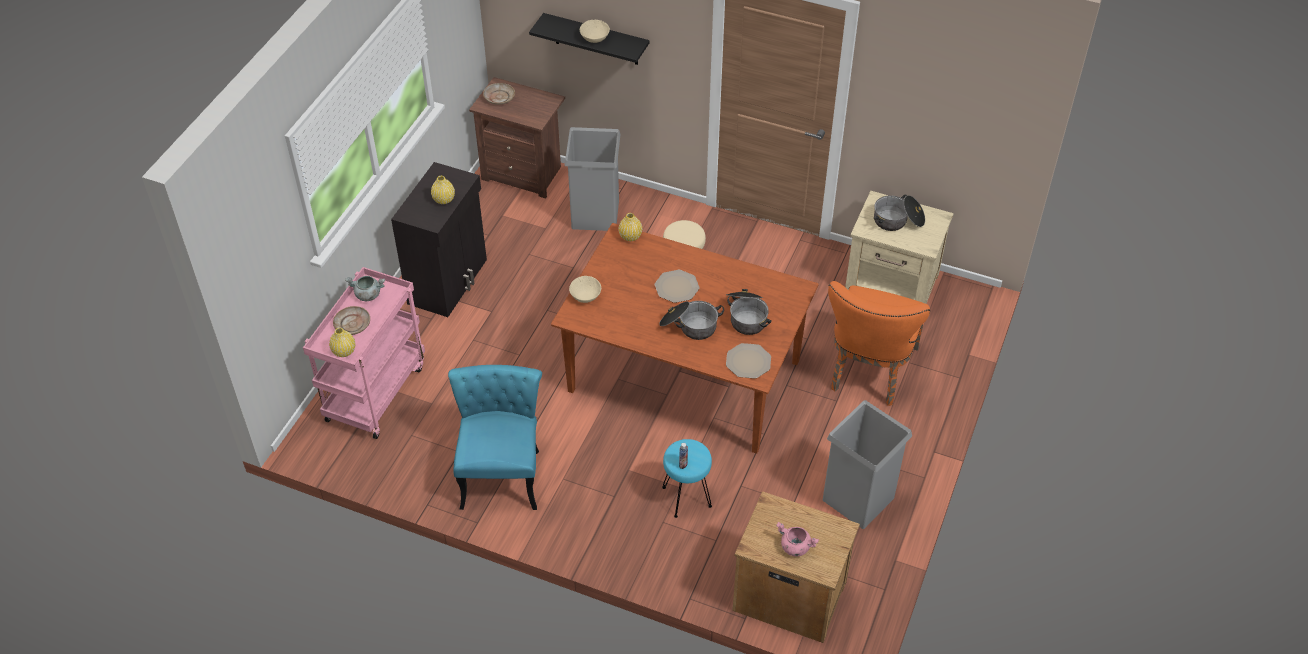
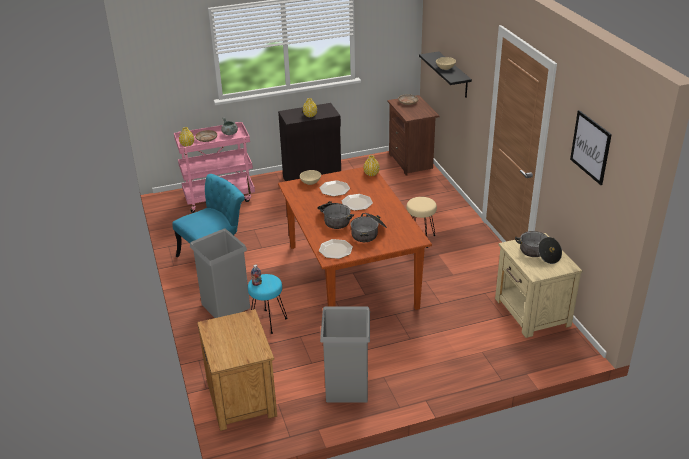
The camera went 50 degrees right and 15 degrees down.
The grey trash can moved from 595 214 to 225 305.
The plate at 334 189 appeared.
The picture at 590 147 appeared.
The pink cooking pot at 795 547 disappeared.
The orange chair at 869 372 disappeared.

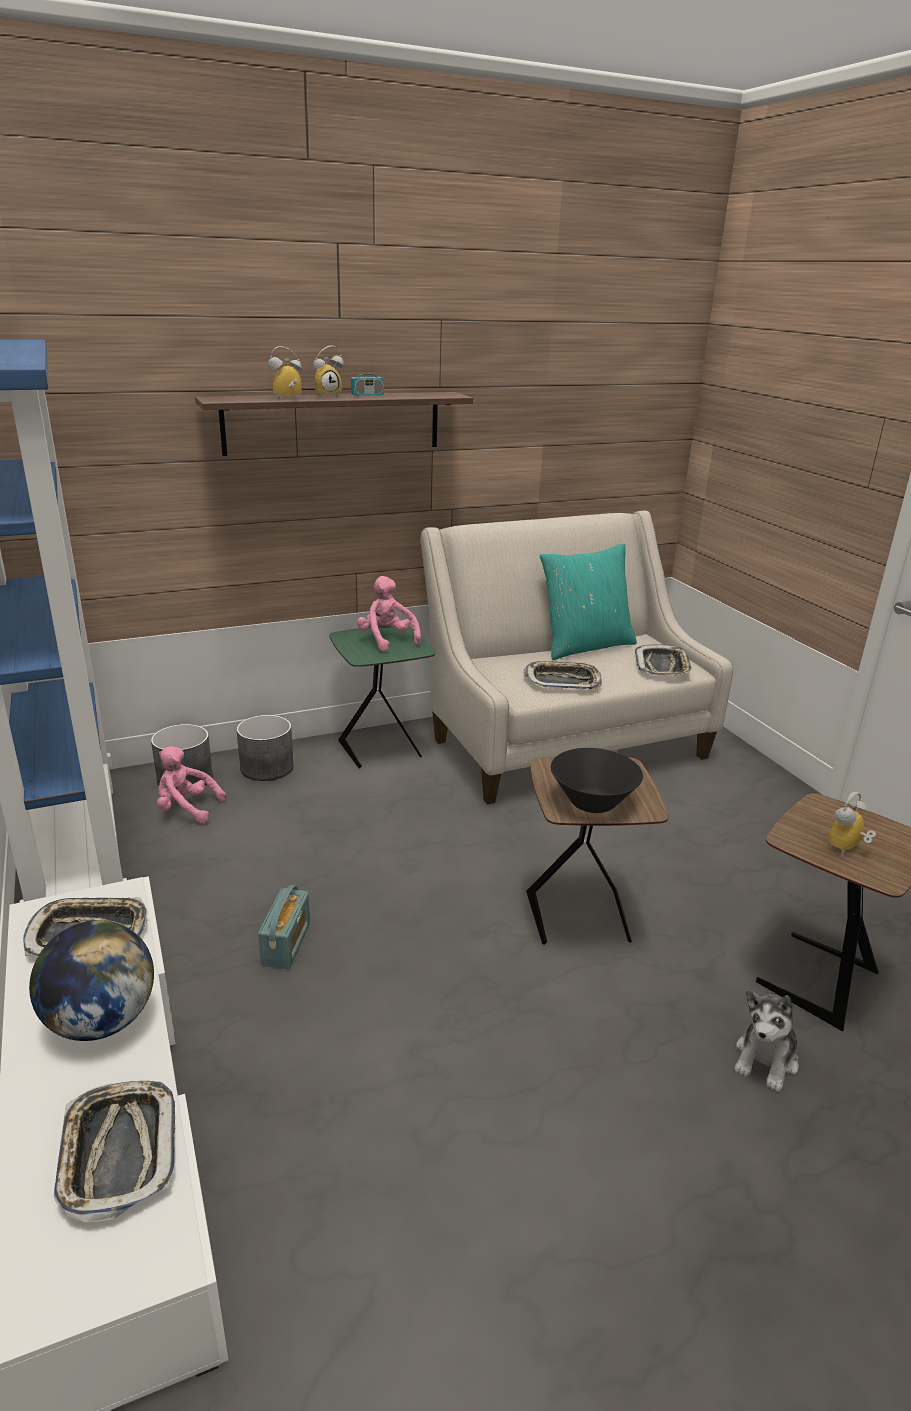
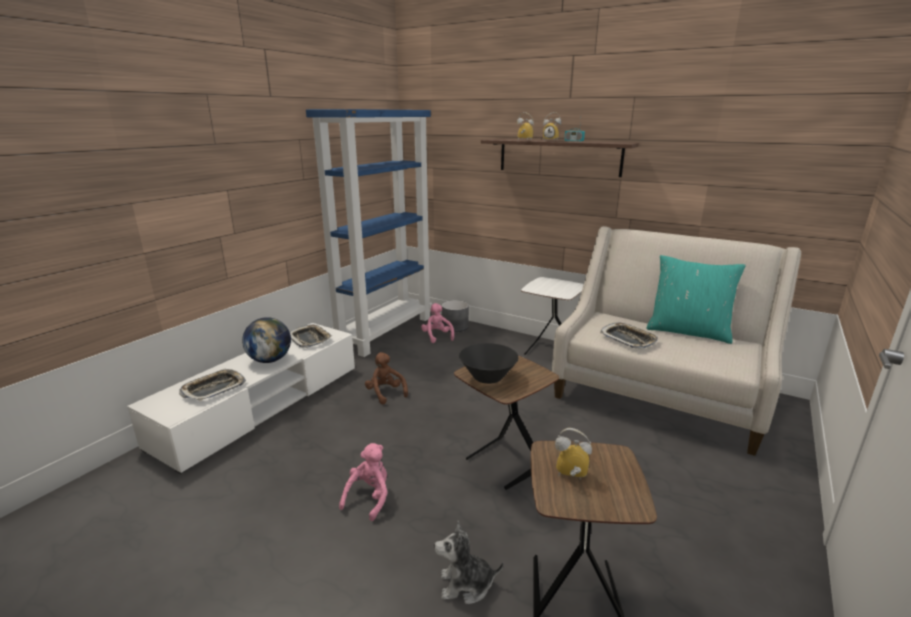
The camera went 55 degrees right and 5 degrees down.
The pink plush toy moved from 387 640 to 369 497.
The radio at 286 944 was replaced by the brown plush toy at 385 393.
The green side table at 382 749 became the white side table at 549 353.
The grey planter at 267 768 disappeared.
The tray at 662 666 disappeared.

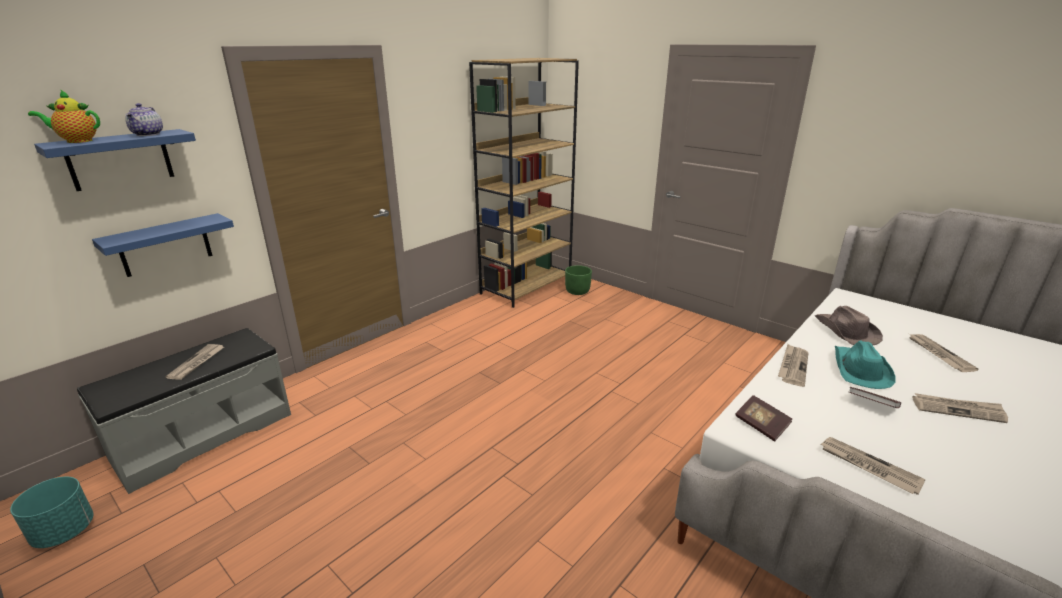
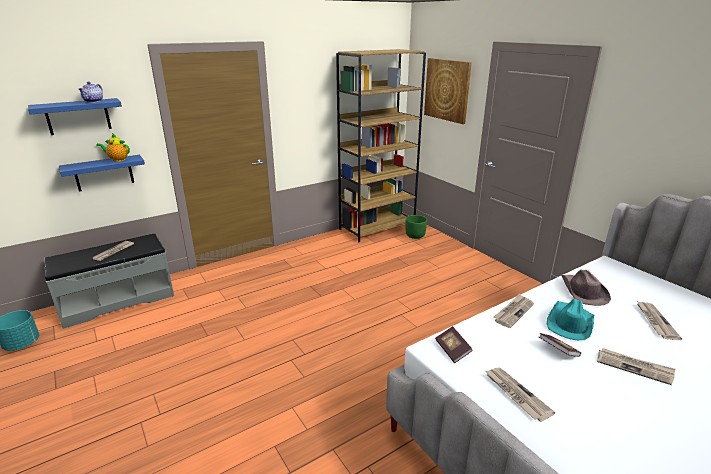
The camera went 15 degrees right and 0 degrees up.
The teapot moved from 76 141 to 117 160.
The picture at 447 90 appeared.

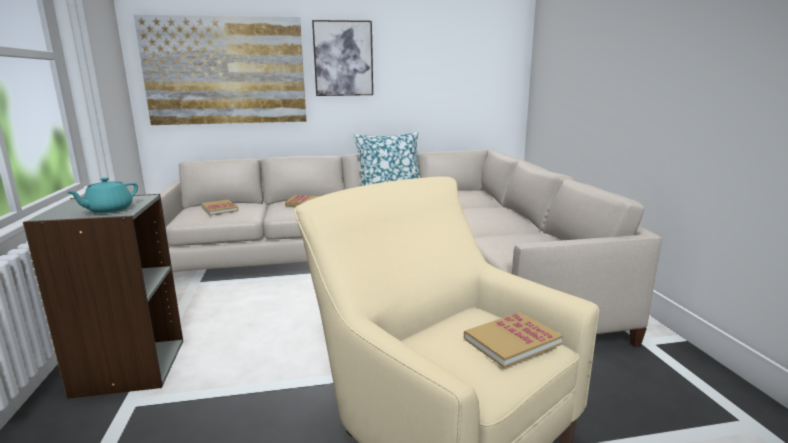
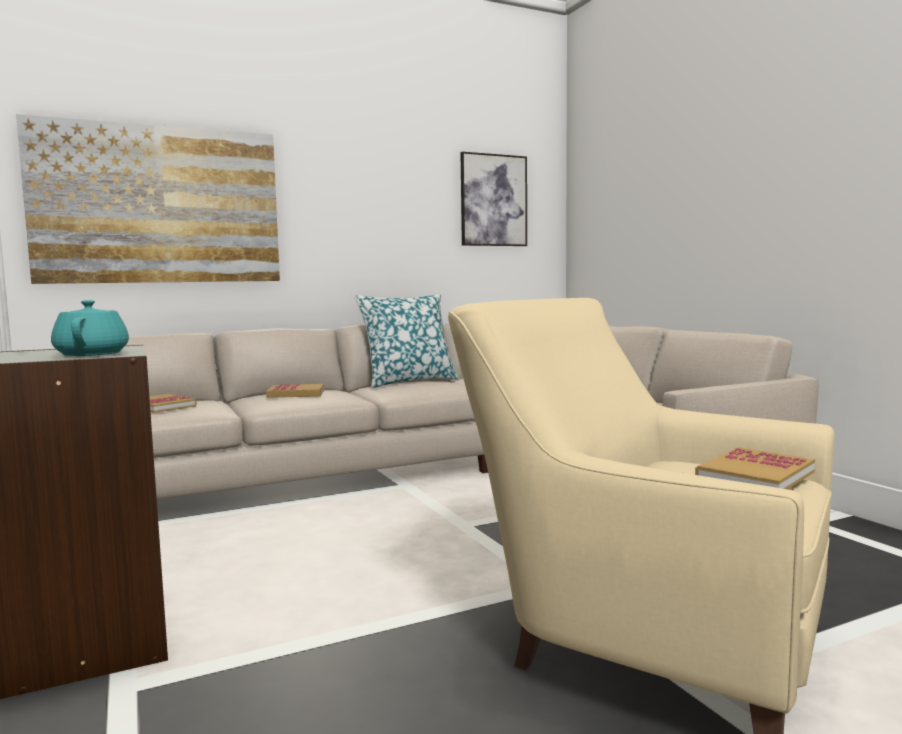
The camera went 15 degrees left and 10 degrees down.
The turquoise teapot at 108 210 turned 150 degrees clockwise.
The picture moved from 343 58 to 493 200.

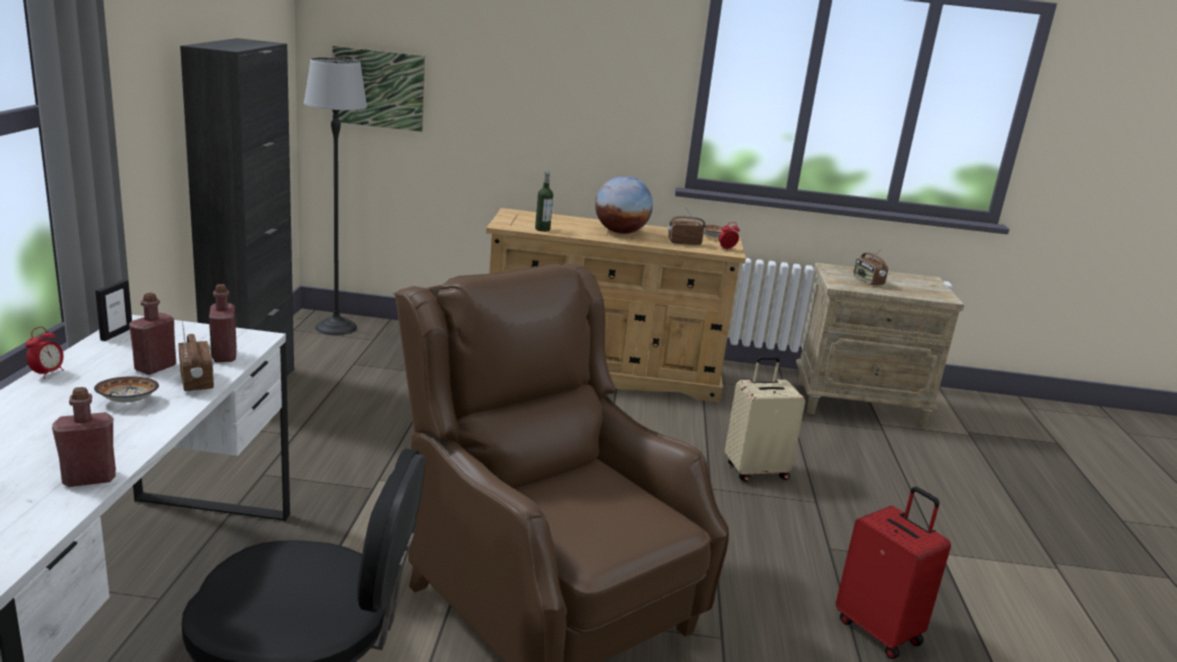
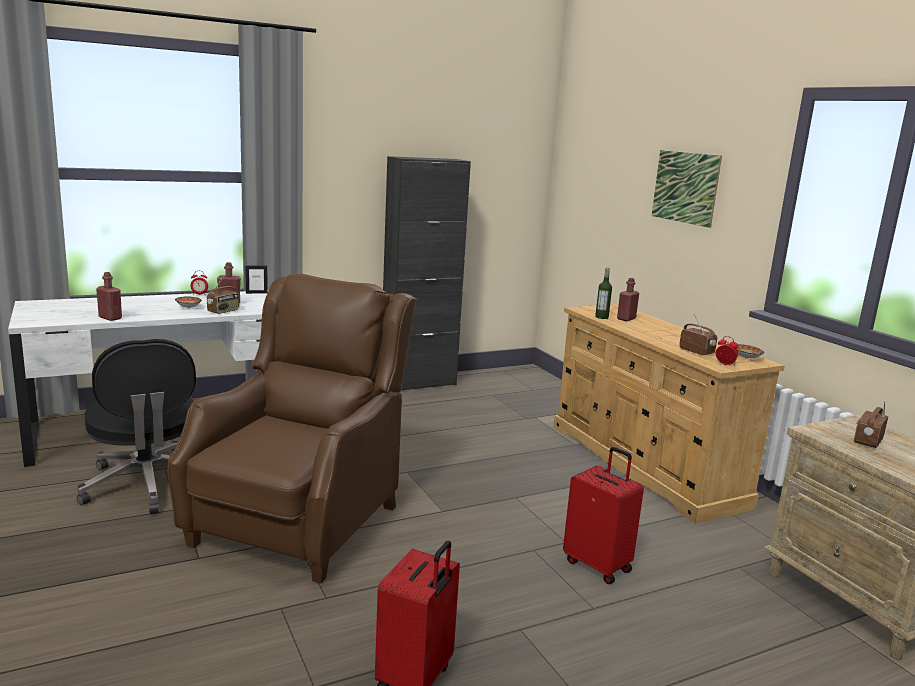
The camera went 60 degrees right and 5 degrees down.
The beige suitcase at 755 471 became the red suitcase at 598 565.
The red bottle moved from 224 355 to 626 319.
The picture moved from 378 89 to 685 187.
The floor lamp at 336 327 disappeared.
The globe at 620 232 disappeared.

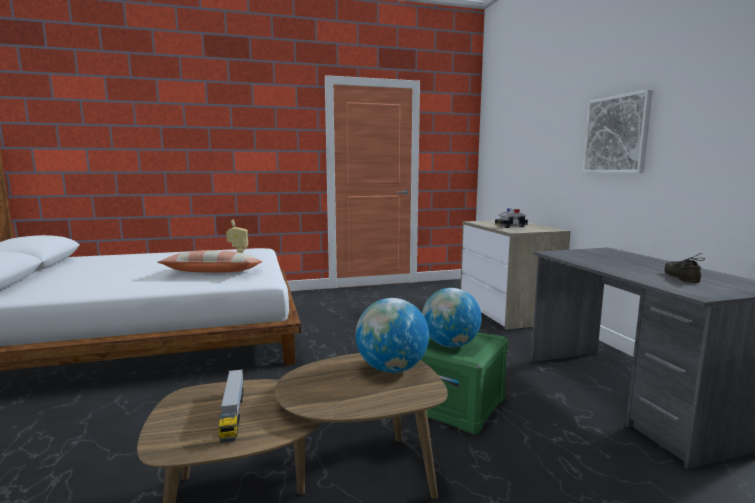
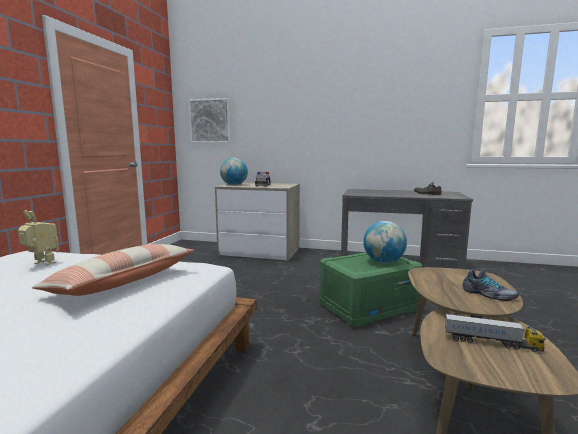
The camera went 60 degrees left and 0 degrees up.
The picture moved from 616 134 to 210 121.
The globe moved from 391 369 to 234 185.
The shoe at 488 295 appeared.

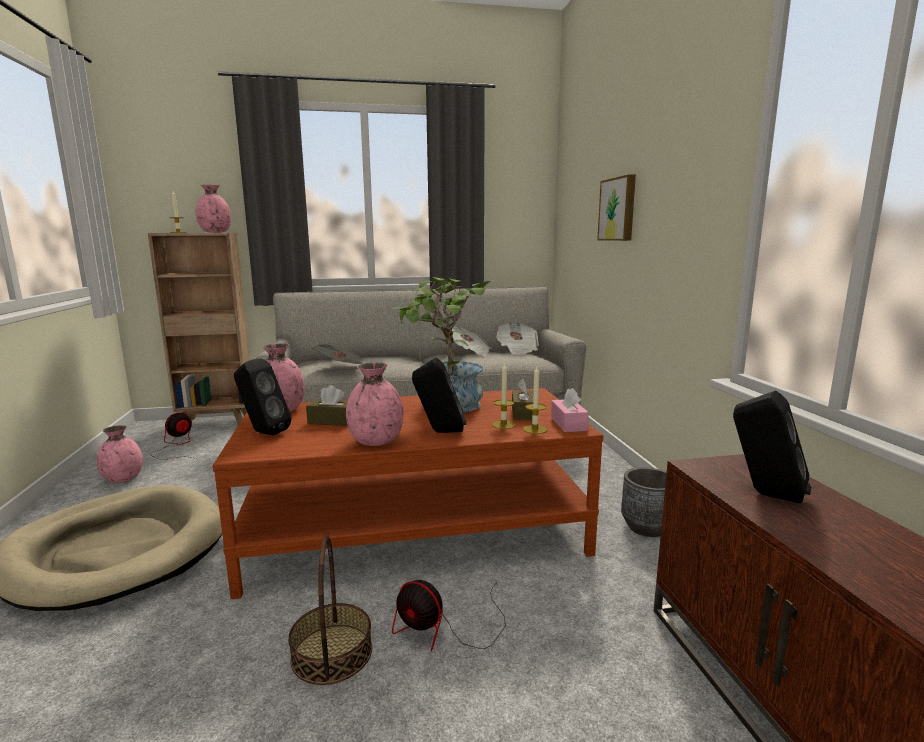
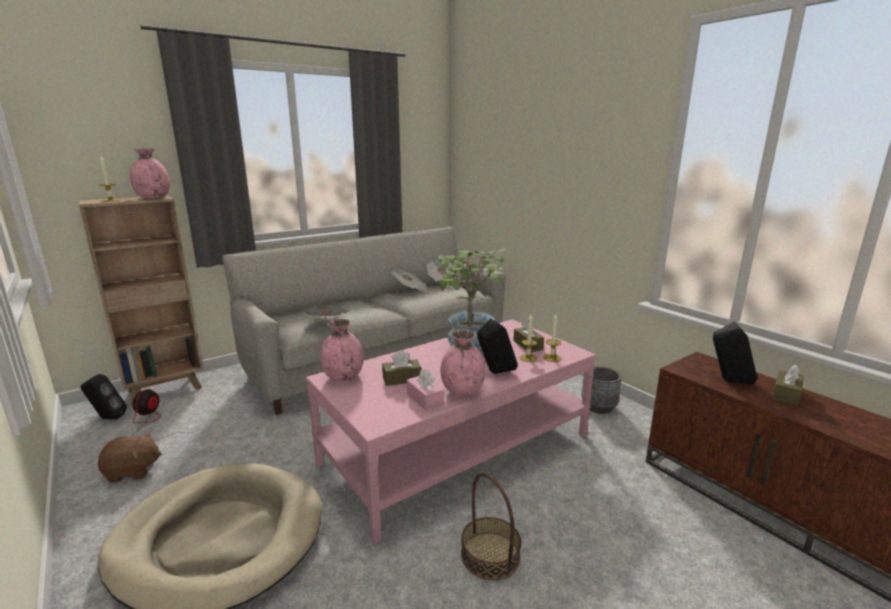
The camera went 25 degrees left and 5 degrees up.
The black speaker moved from 263 433 to 107 418.
The pink vase at 123 479 was replaced by the brown plush toy at 132 471.
The brown coffee table at 416 530 became the pink coffee table at 458 448.
The pink tissue box moved from 568 424 to 425 399.
The brown tissue box at 786 395 appeared.
The fan at 445 629 disappeared.
The picture at 618 209 disappeared.

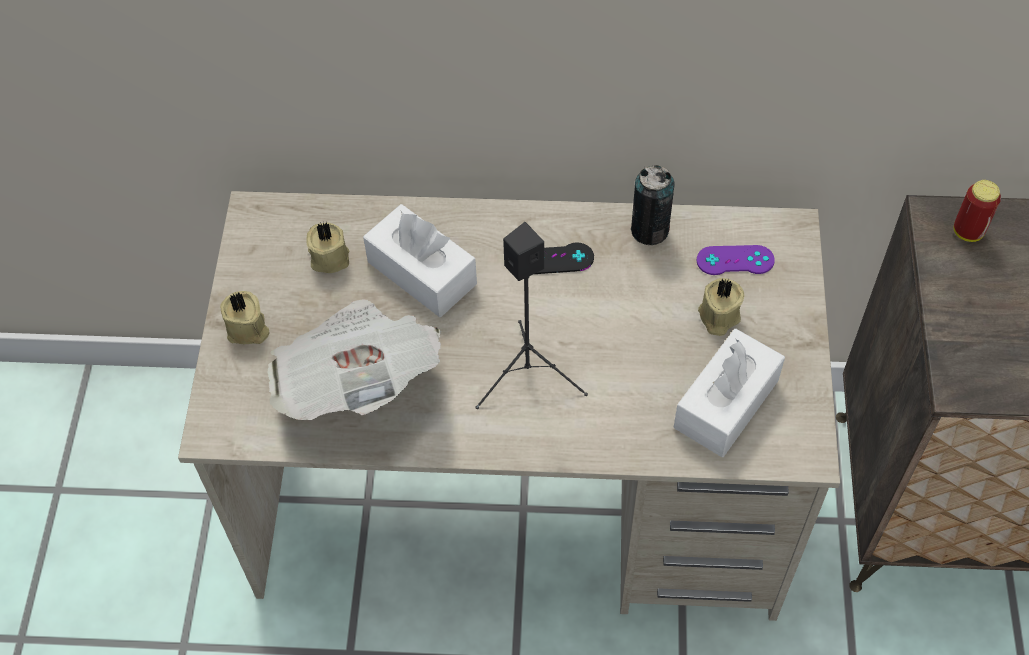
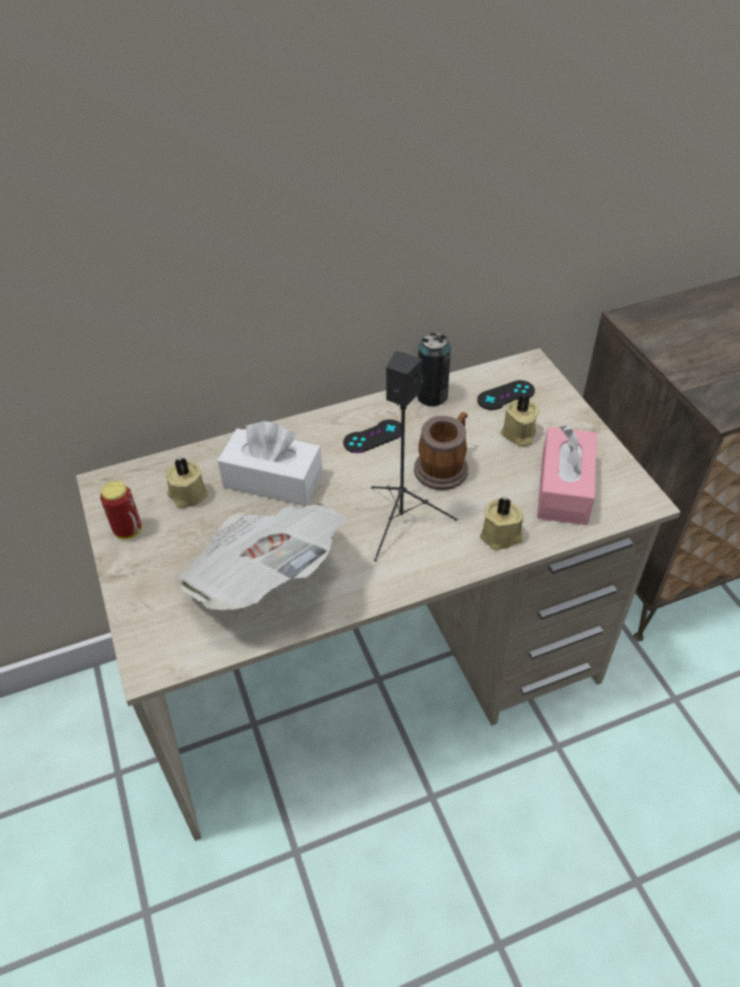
The camera went 25 degrees left and 10 degrees down.
The can moved from 968 232 to 128 530.
The mug at 444 466 appeared.
The purple game controller at 735 260 became the black game controller at 506 395.
The beige candle moved from 248 330 to 501 536.
The white tissue box at 726 404 became the pink tissue box at 564 488.

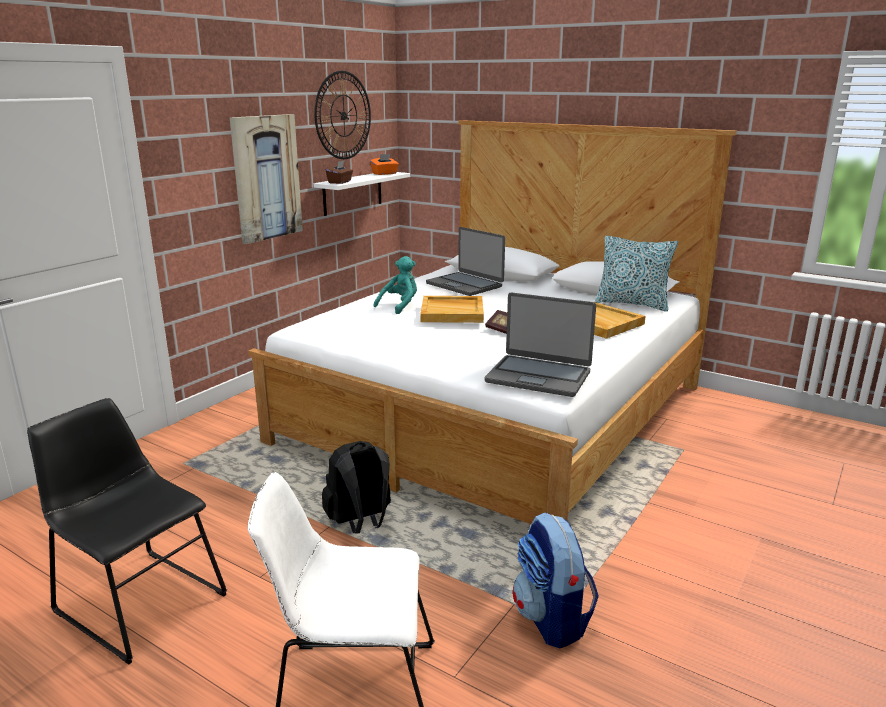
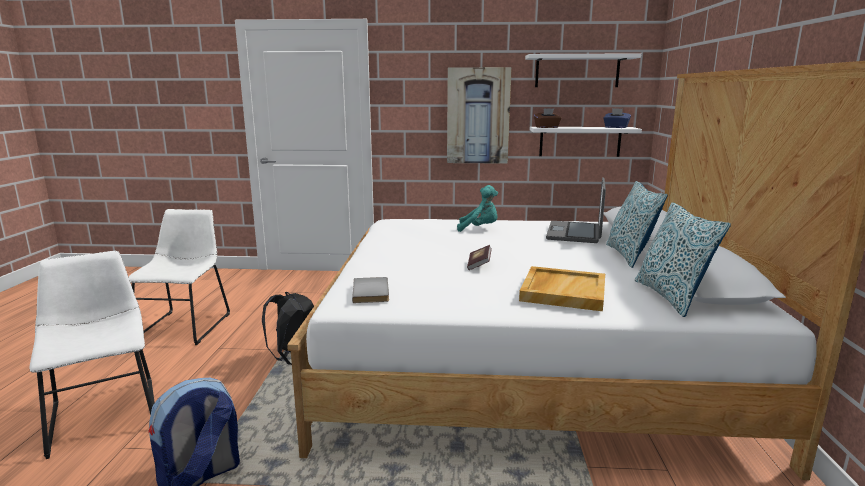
The camera went 60 degrees right and 5 degrees down.
The black chair at 137 600 became the white chair at 185 325.
The laptop at 538 376 was replaced by the grey book at 372 292.
The wall clock at 343 115 was replaced by the white shelf at 577 71.
The orange tissue box at 384 174 became the blue tissue box at 616 127.
The pillow at 629 255 appeared.
The beige tray at 453 312 disappeared.

